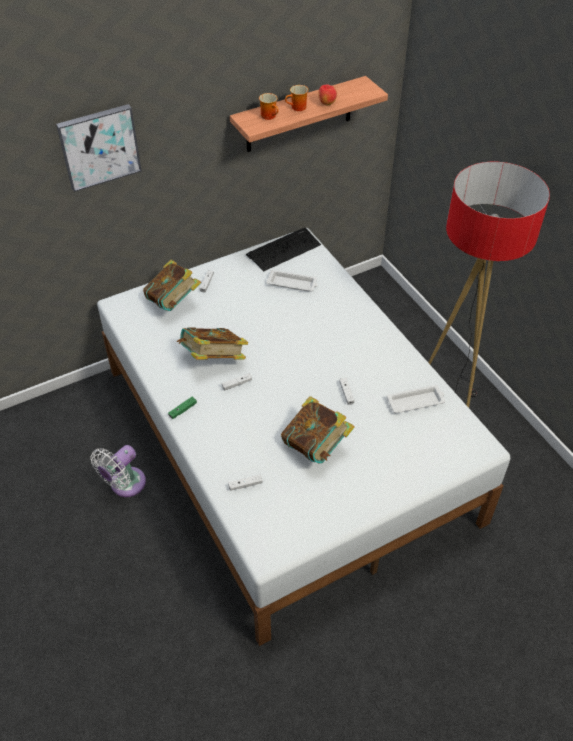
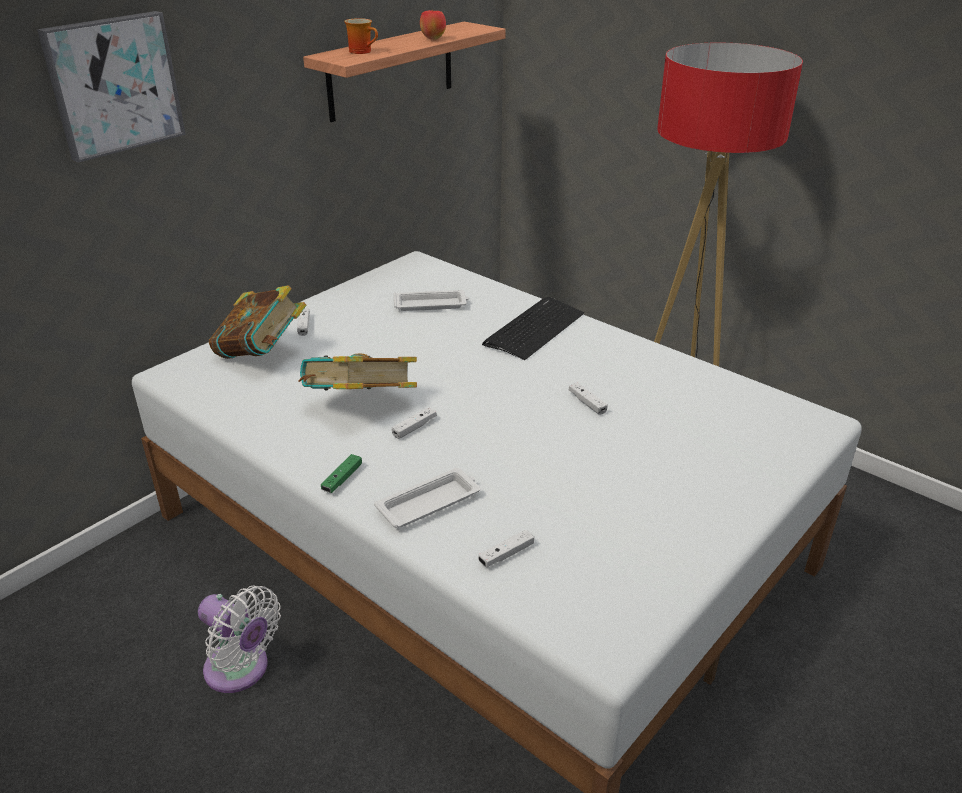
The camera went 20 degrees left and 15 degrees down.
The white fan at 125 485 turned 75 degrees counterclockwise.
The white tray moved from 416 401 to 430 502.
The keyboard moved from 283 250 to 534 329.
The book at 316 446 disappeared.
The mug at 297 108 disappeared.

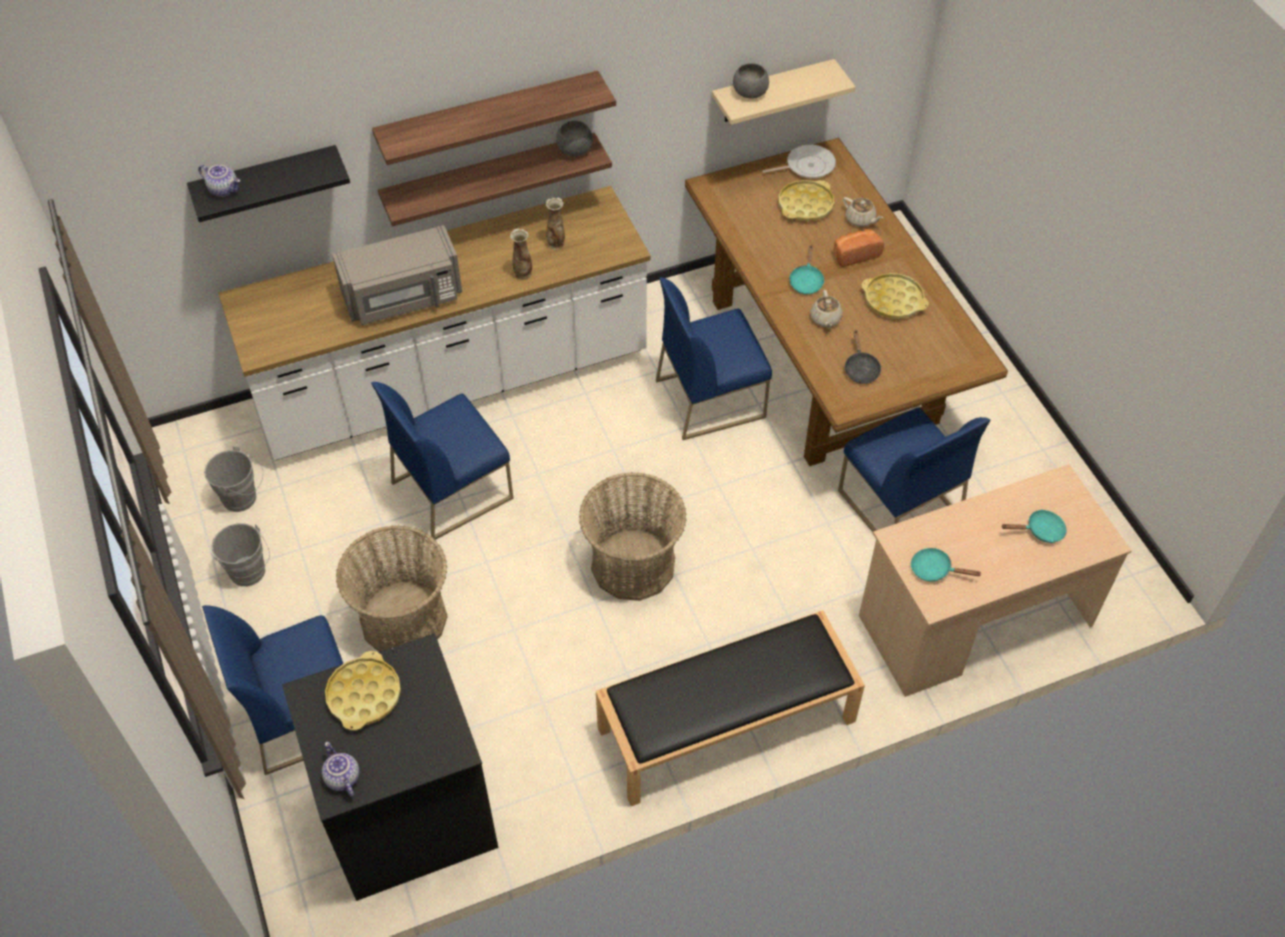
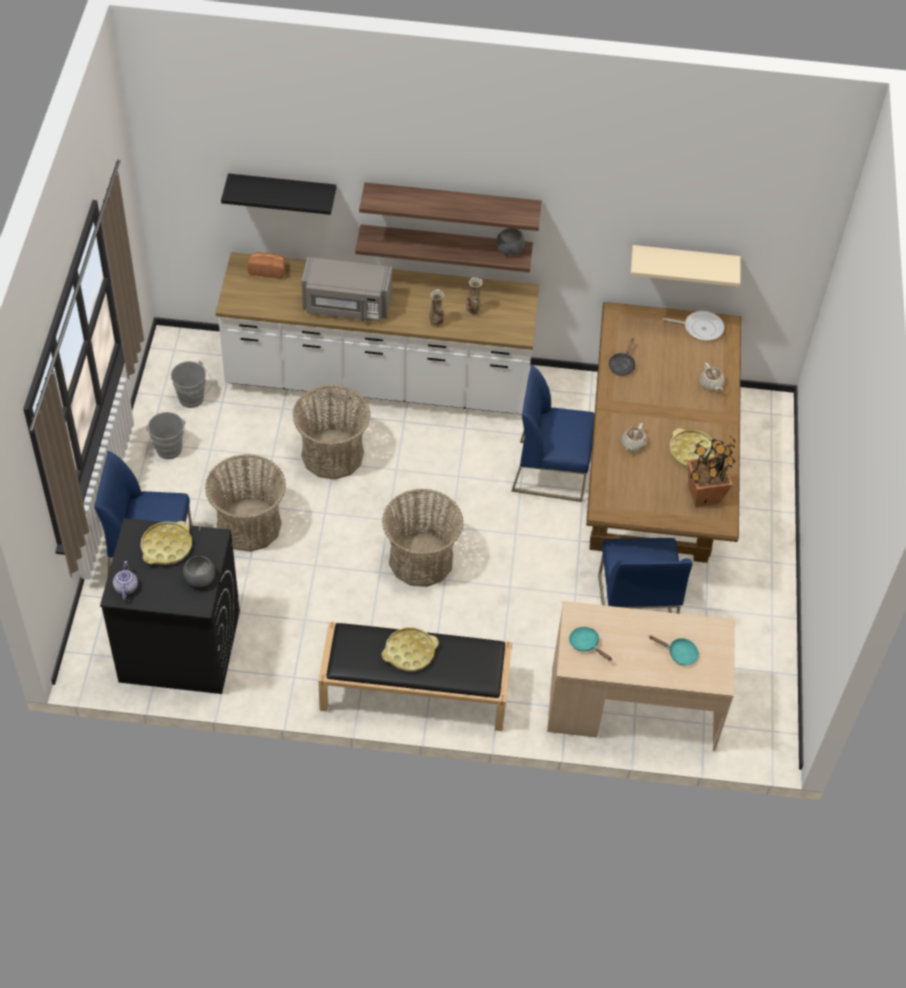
The camera went 25 degrees right and 0 degrees up.
The grey bowl moved from 750 93 to 200 578.
The bread moved from 854 254 to 268 270.
The blue chair at 452 489 was replaced by the basket at 332 454.
The yellow tray moved from 805 205 to 410 652.
The black frying pan moved from 860 369 to 622 365.
The potted plant at 703 494 appeared.
The teapot at 224 189 disappeared.
The turquoise frying pan at 806 281 disappeared.

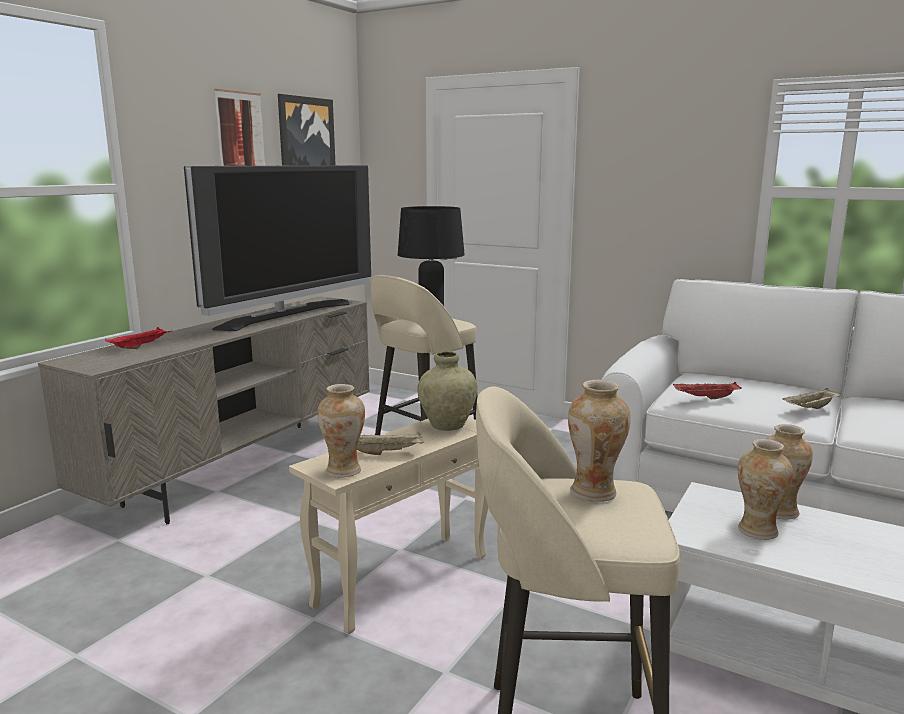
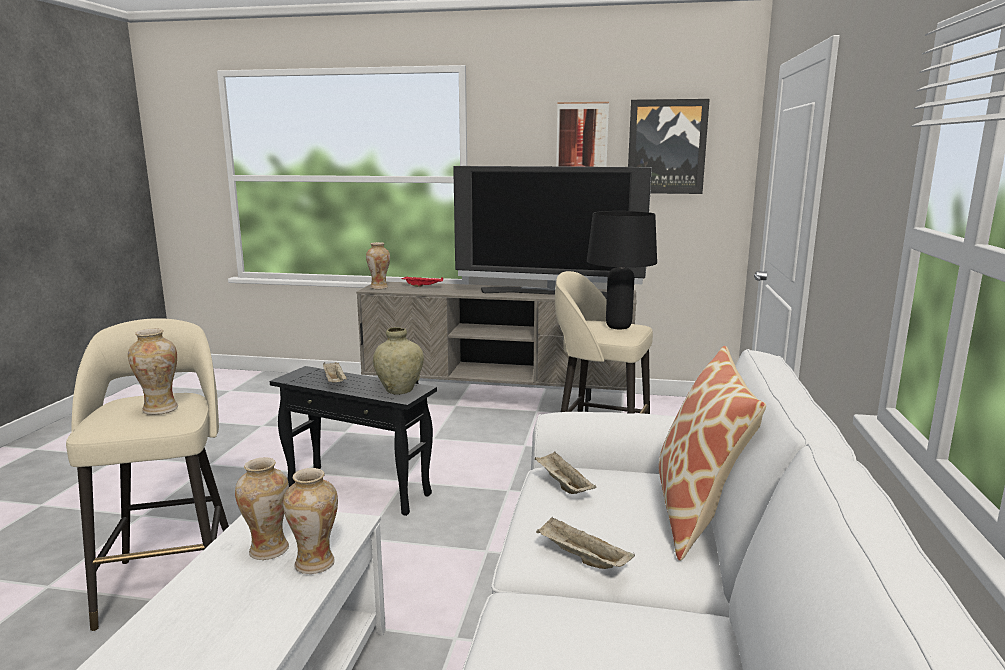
The camera went 70 degrees right and 0 degrees up.
The beige side table at 402 580 became the black side table at 358 490.
The vase moved from 343 471 to 379 287.
The red tray at 705 398 became the beige tray at 562 485.
The pillow at 698 513 appeared.

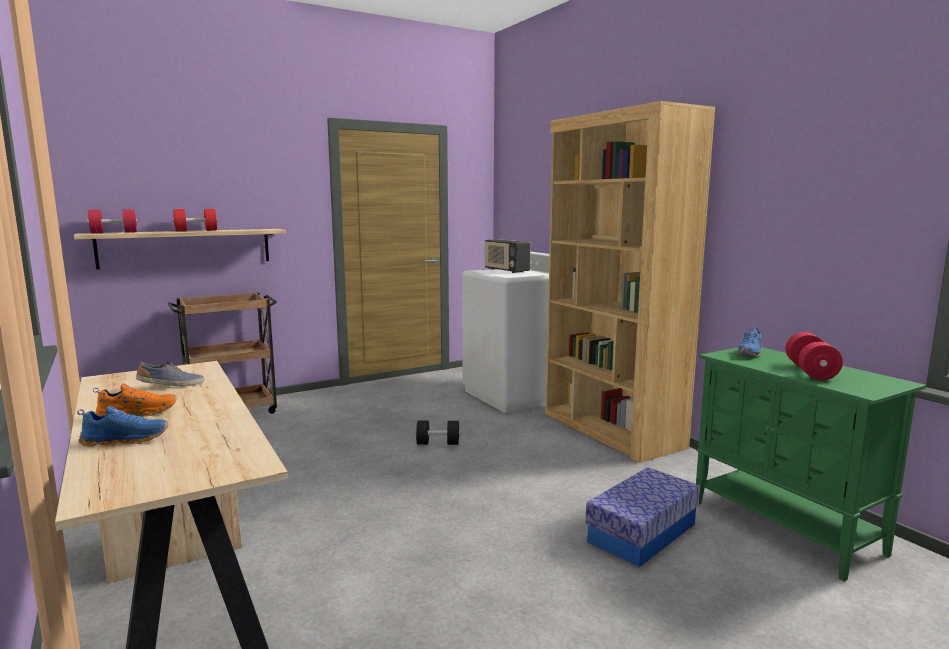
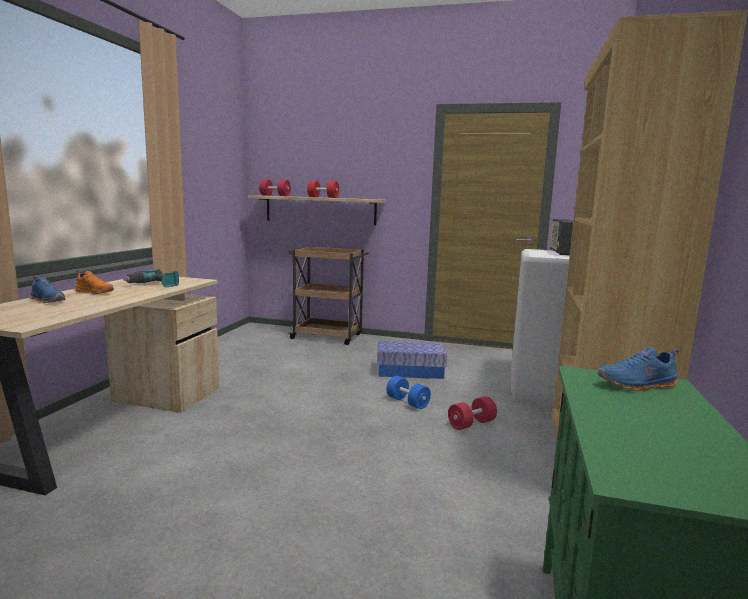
The camera went 45 degrees right and 0 degrees up.
The shoe at 171 386 was replaced by the power drill at 153 285.
The storage box moved from 642 532 to 410 371.
The black dumbbell at 438 443 became the blue dumbbell at 407 402.
The red dumbbell moved from 810 371 to 471 424.

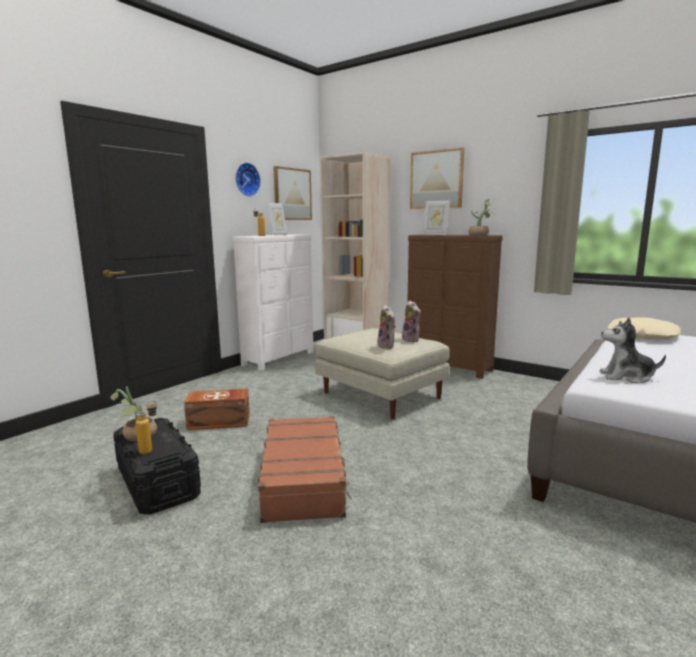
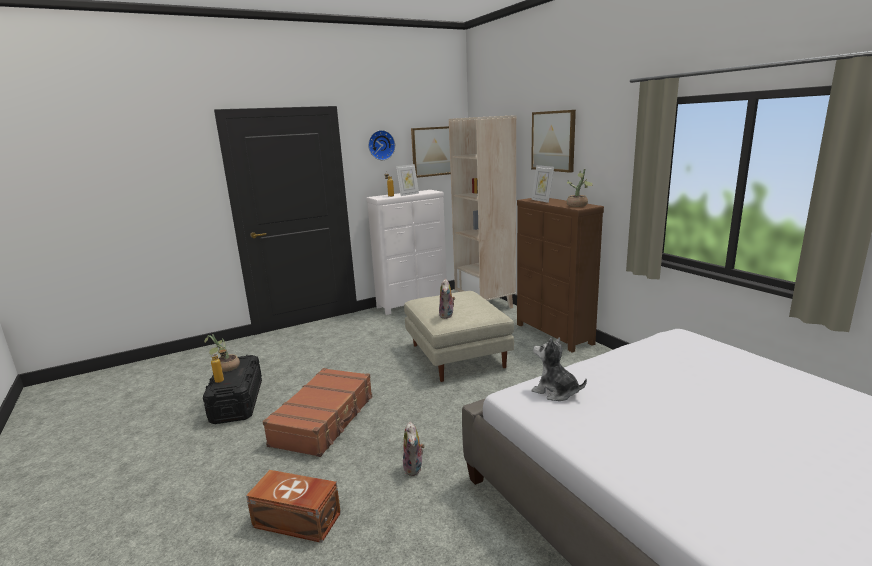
The camera went 25 degrees right and 5 degrees up.
The brown storage box moved from 220 422 to 297 521.
The plush toy moved from 412 340 to 414 468.
The beige pillow at 642 336 disappeared.

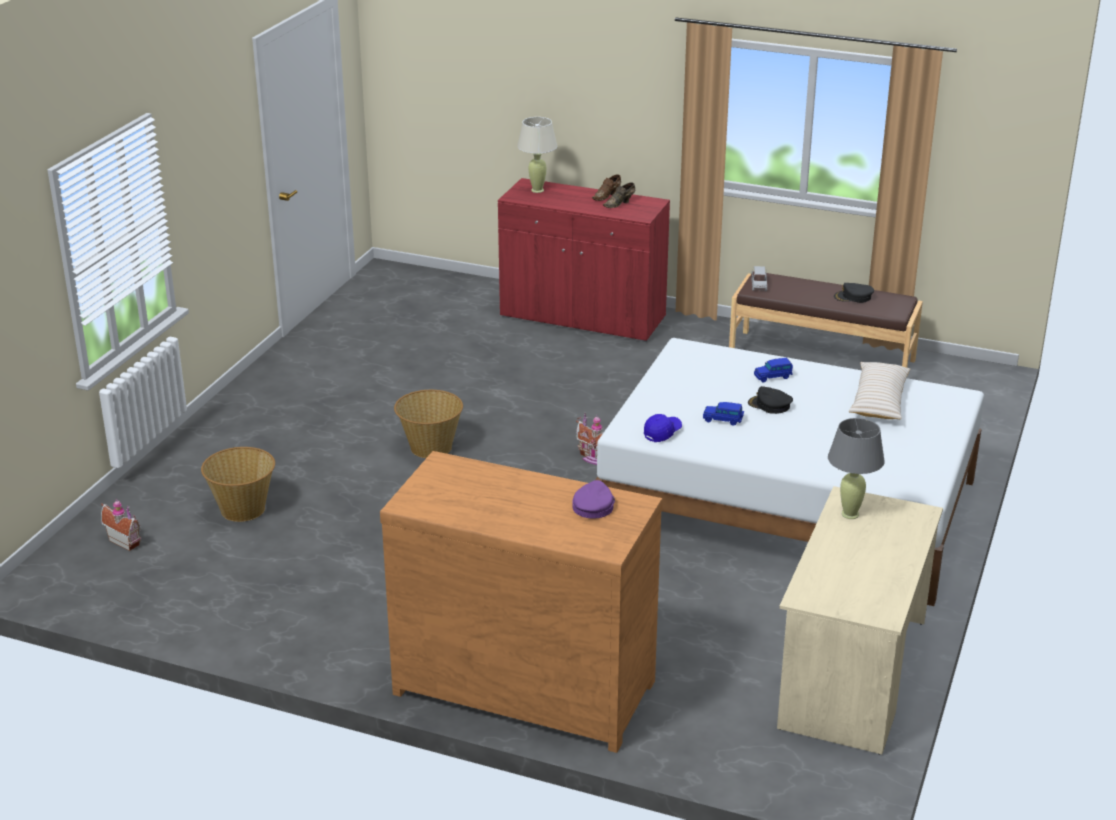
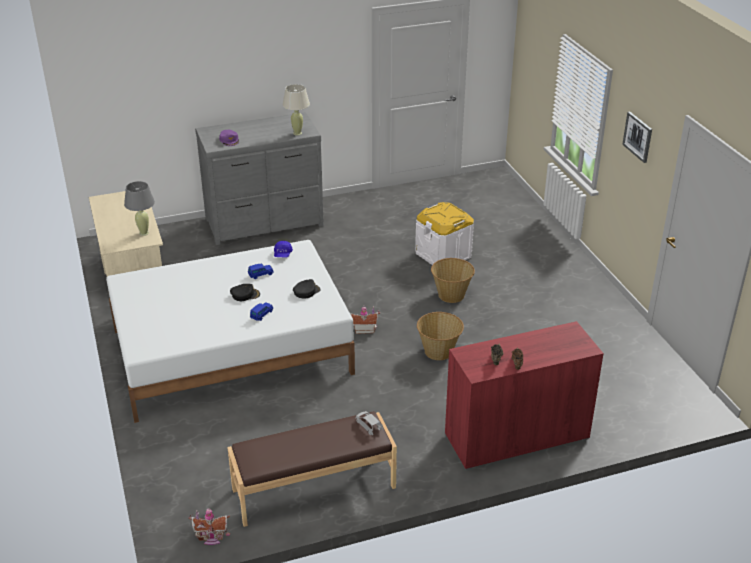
The camera went 140 degrees right and 5 degrees up.
The toy house moved from 126 541 to 211 538.
The brown dresser at 525 684 became the grey dresser at 265 223.
The beige table lamp moved from 537 190 to 297 133.
The black cap moved from 853 297 to 306 291.
The white storage box at 443 254 appeared.
The basket moved from 243 509 to 439 351.
The picture at 638 136 appeared.
The beige pillow at 879 401 disappeared.

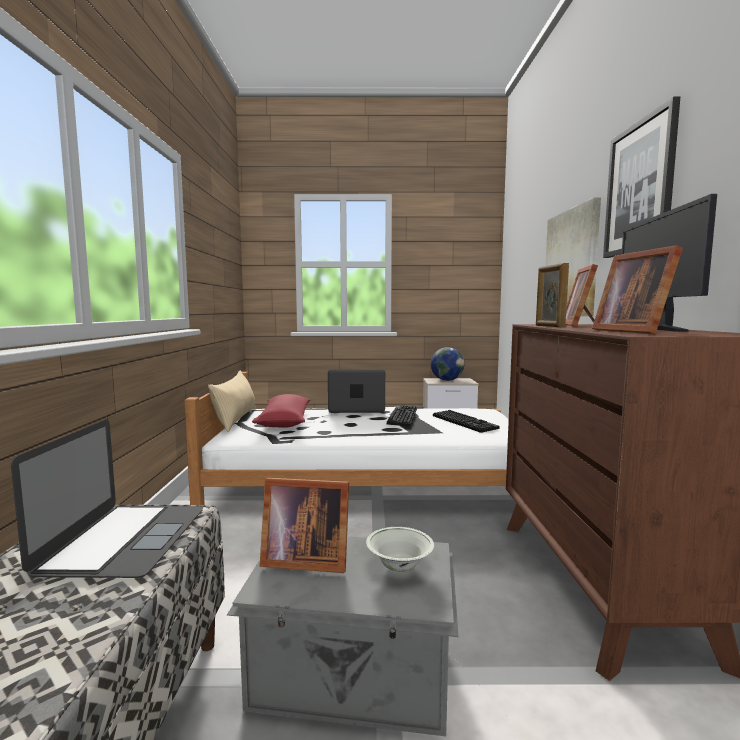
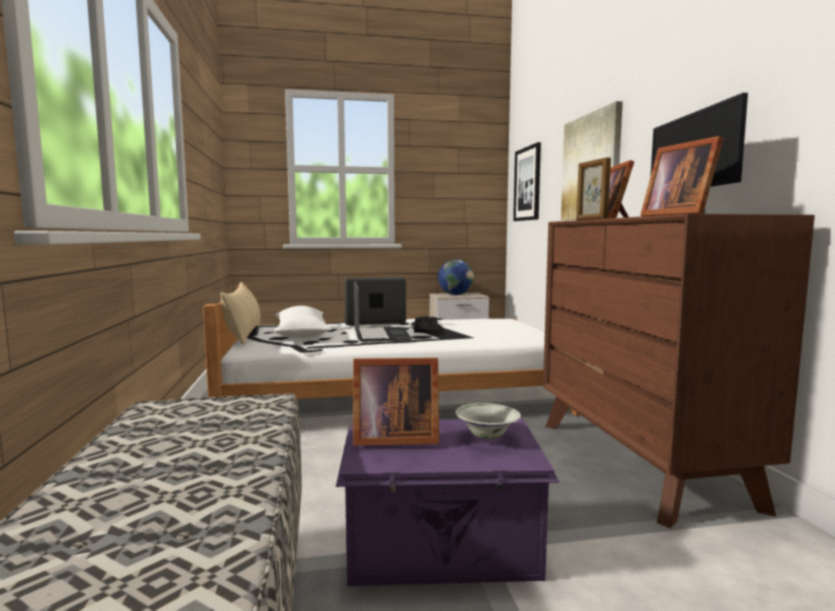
The camera went 10 degrees left and 0 degrees up.
The red pillow at 284 421 became the white pillow at 301 333.
The grey storage box at 353 676 became the purple storage box at 443 549.
The laptop moved from 125 539 to 381 335.
The picture moved from 639 187 to 527 184.
The keyboard at 465 422 disappeared.

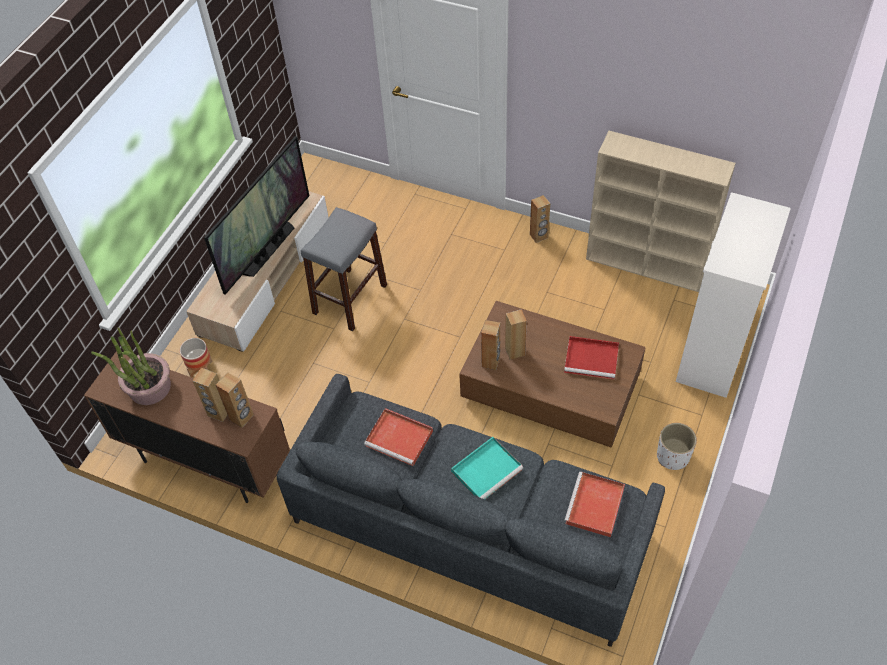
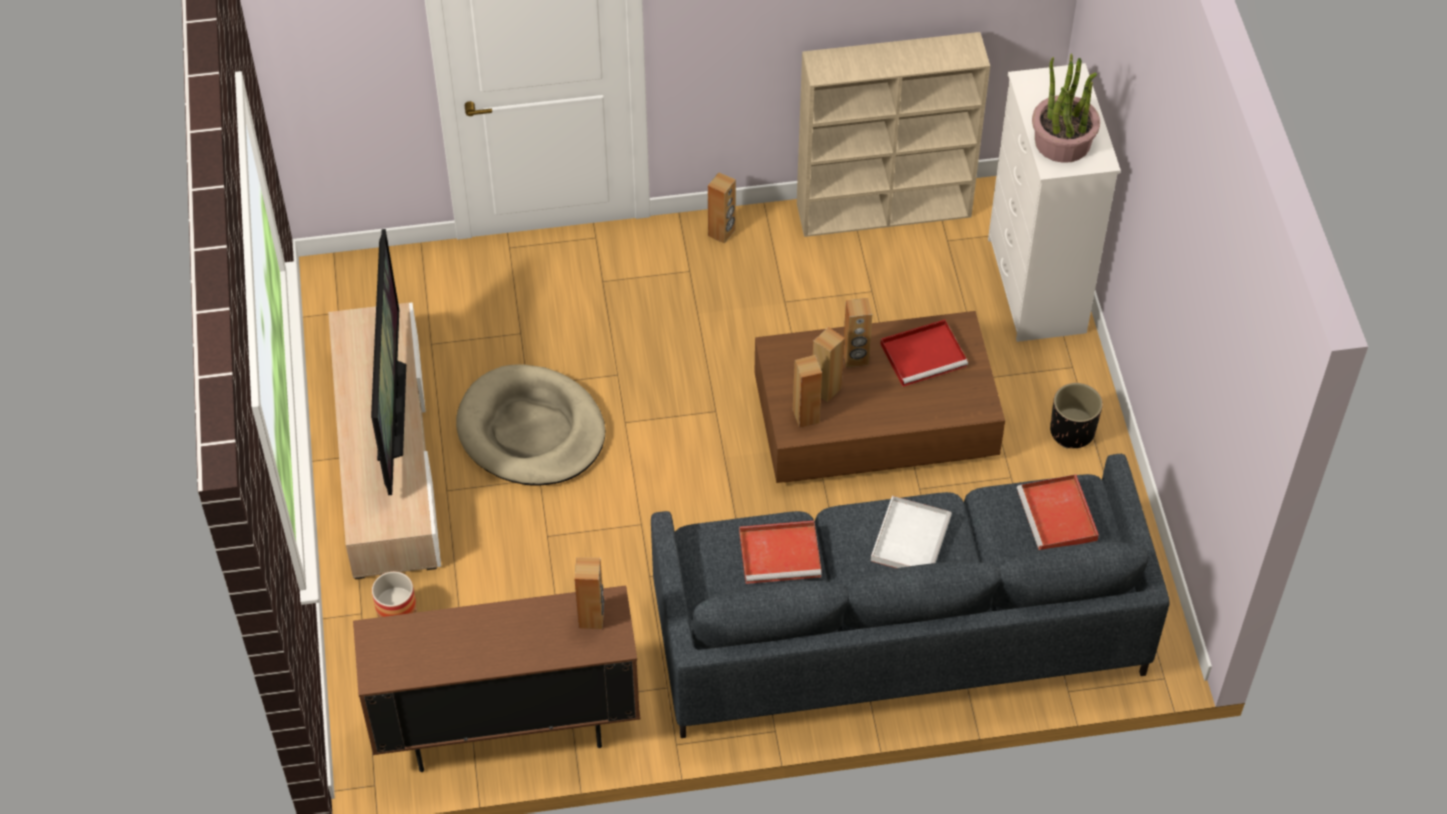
The camera went 35 degrees left and 0 degrees up.
The grey stool at 349 299 was replaced by the beige dog bed at 531 431.
The brown speaker moved from 219 412 to 855 358.
The turquoise tray at 487 469 became the white tray at 910 537.
The potted plant moved from 149 387 to 1062 142.
The white planter at 673 456 became the black planter at 1072 431.

